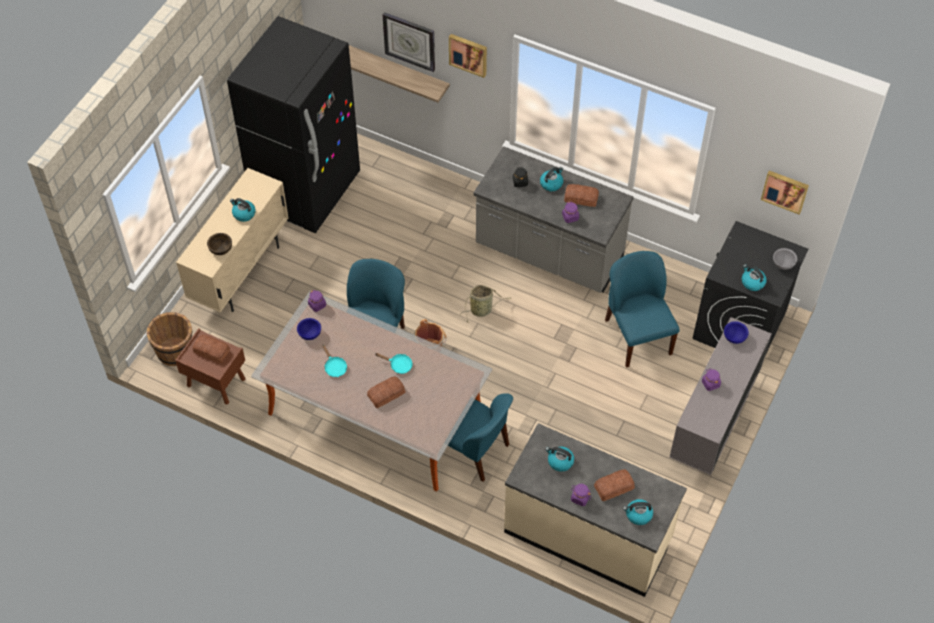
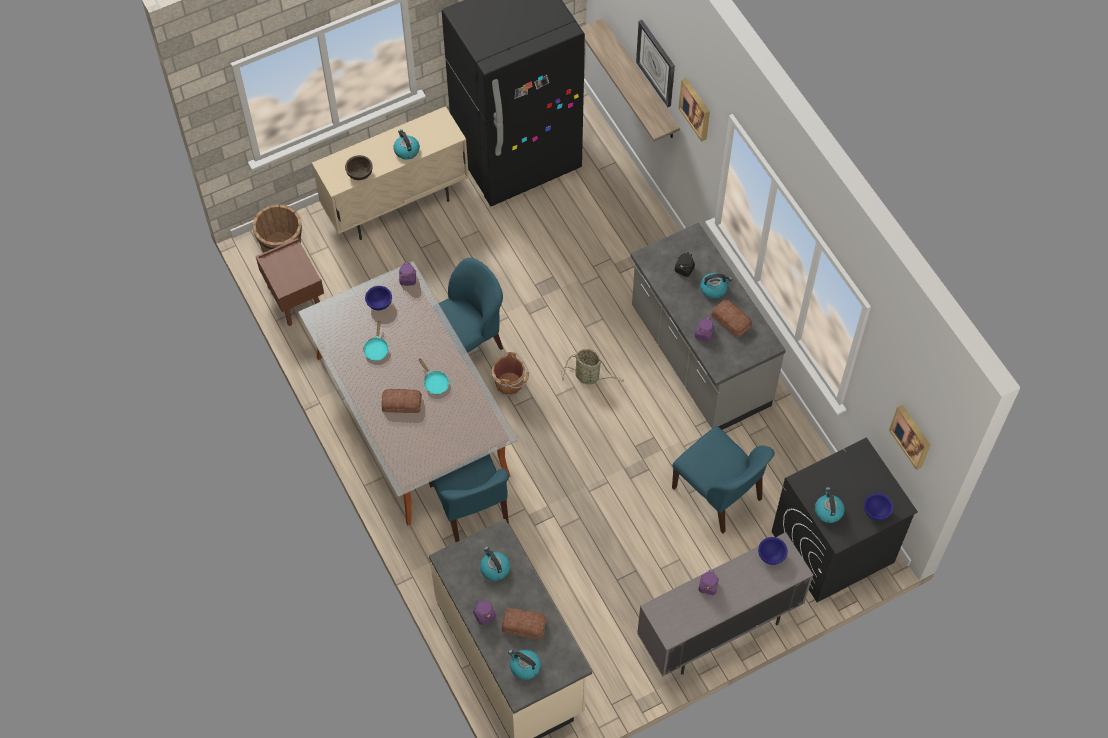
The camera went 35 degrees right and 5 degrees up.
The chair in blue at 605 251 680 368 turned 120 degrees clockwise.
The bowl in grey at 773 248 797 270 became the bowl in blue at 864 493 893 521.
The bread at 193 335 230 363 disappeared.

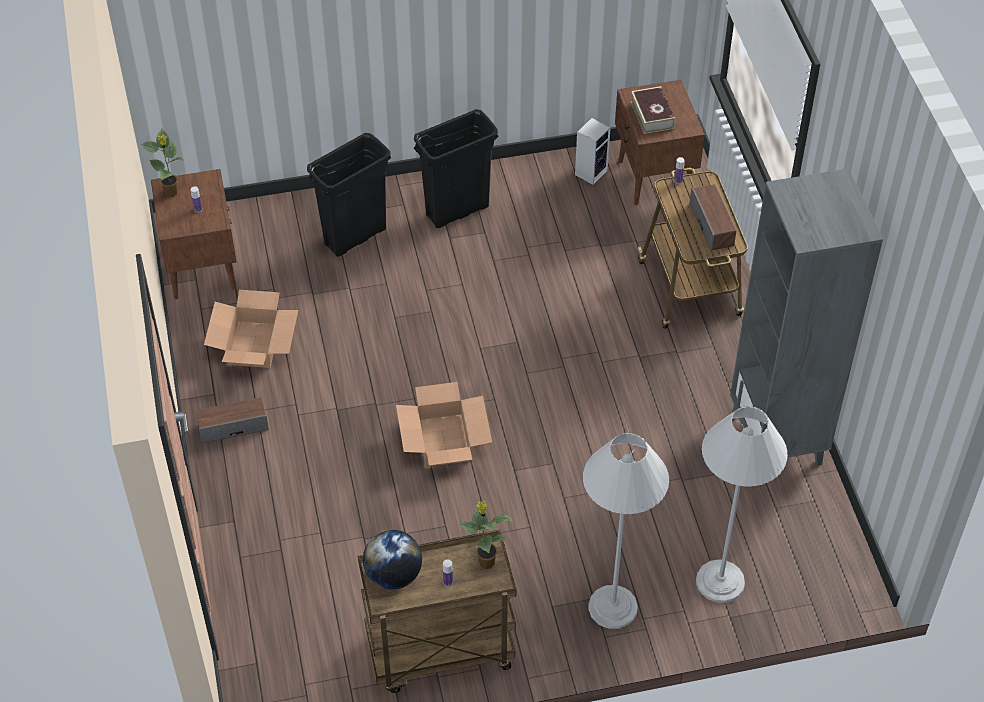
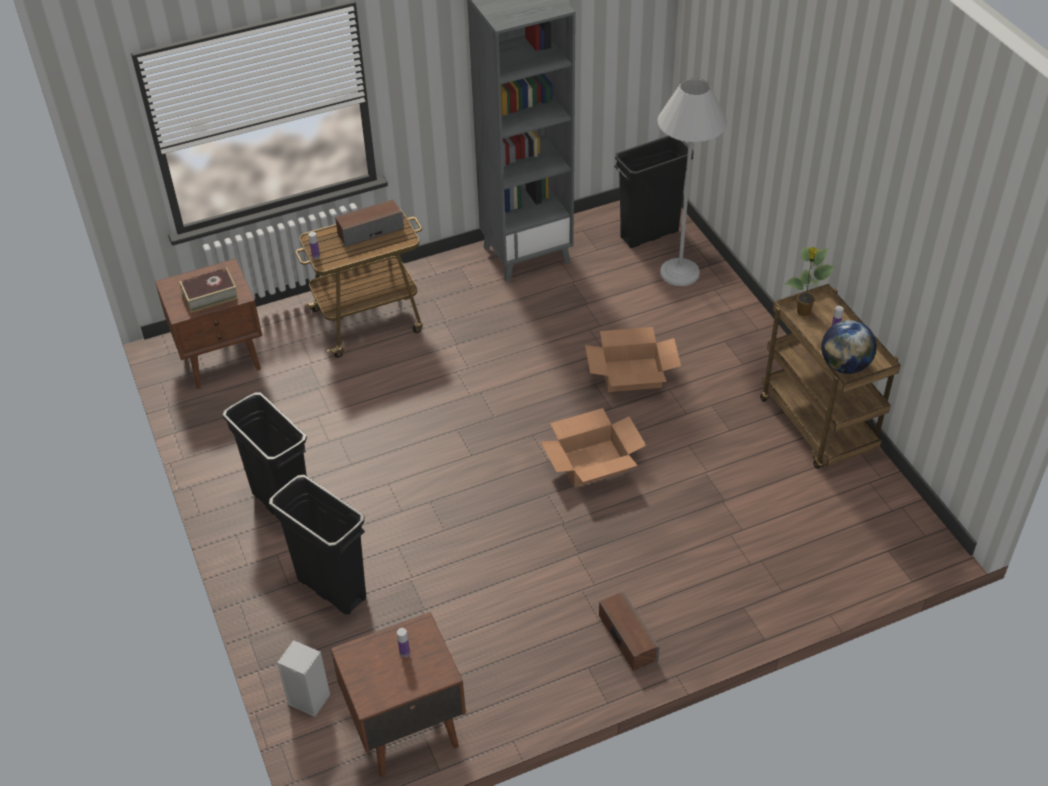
The camera went 100 degrees left and 5 degrees down.
The speaker moved from 575 118 611 185 to 277 640 330 717.
The cardboard box moved from 204 290 298 368 to 585 327 681 392.
The trash can in black at 614 136 694 248 appeared.
The potted plant at 141 129 184 197 disappeared.
The floor lamp in white at 583 433 669 629 disappeared.

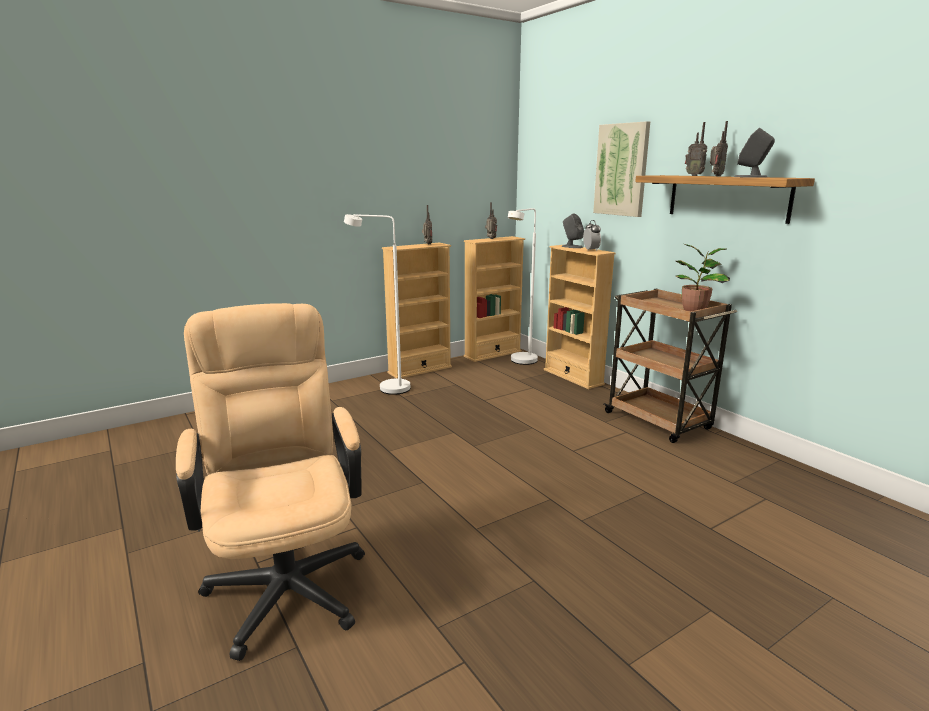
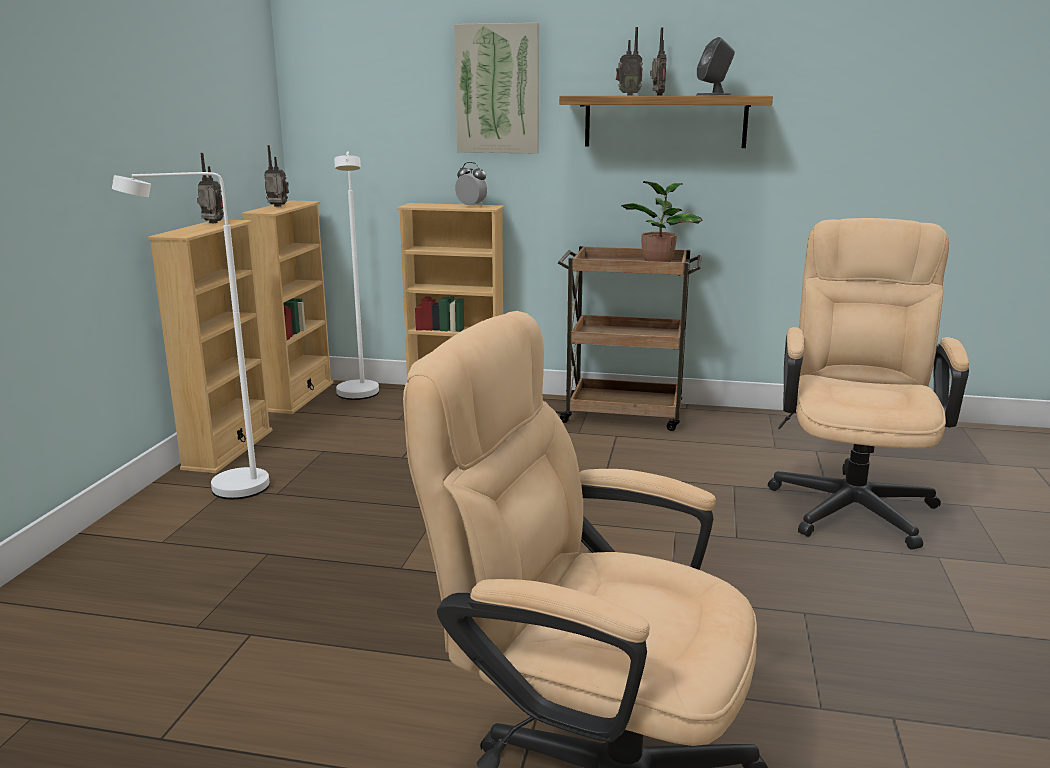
The camera went 45 degrees left and 0 degrees up.
The office chair in beige at 768 218 969 550 appeared.
The speaker in grey at 562 213 584 248 disappeared.

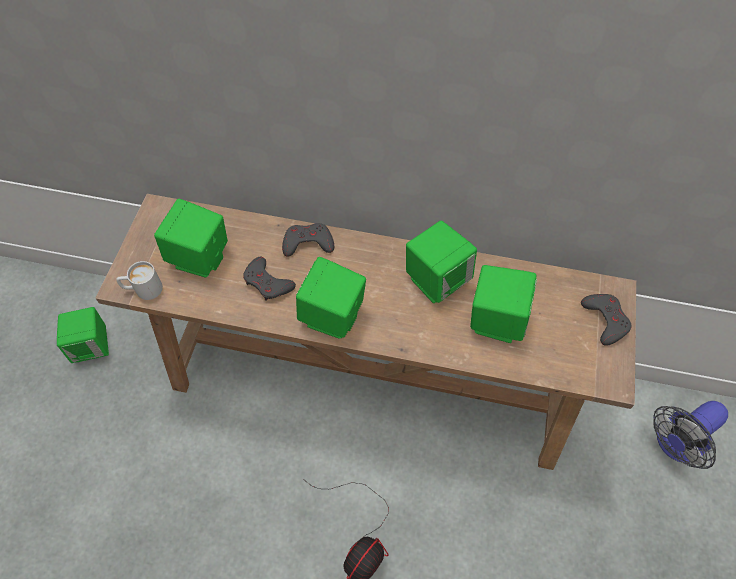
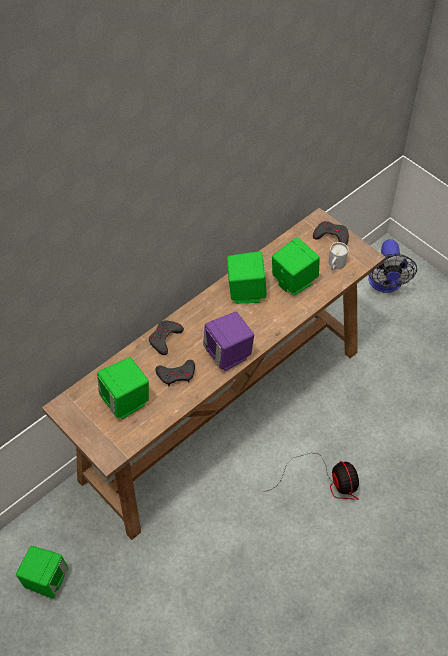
The camera went 55 degrees left and 5 degrees down.
The speaker in green at 296 257 366 339 became the speaker in purple at 203 312 254 371.
The mug in white moved from 116 261 163 300 to 328 242 348 270.

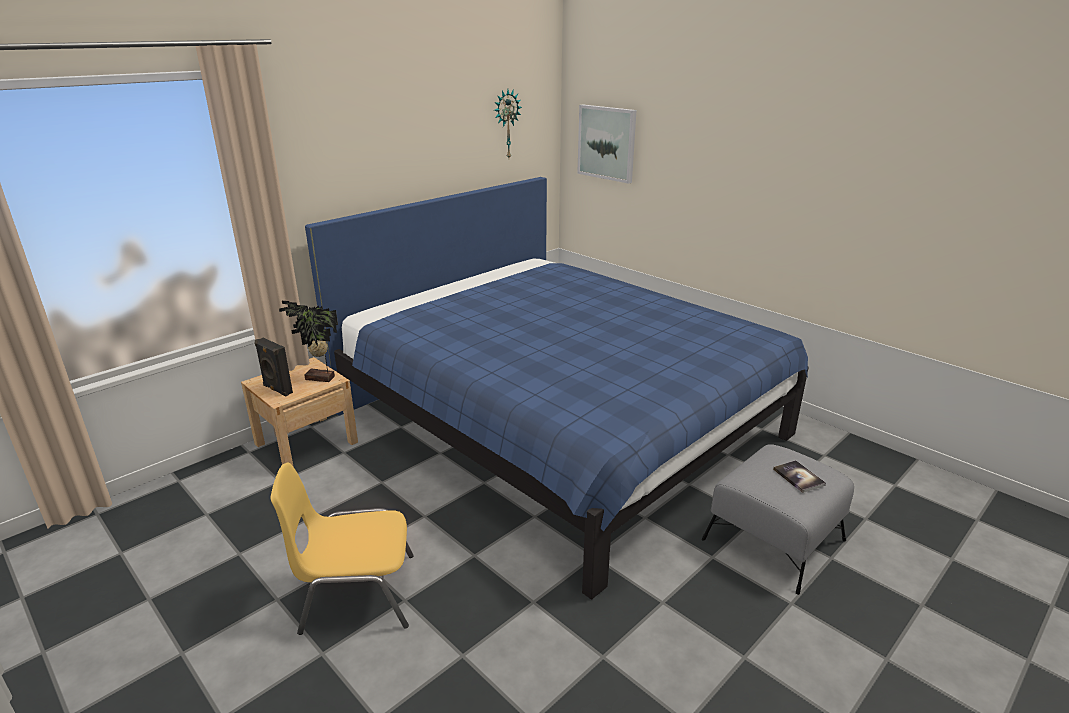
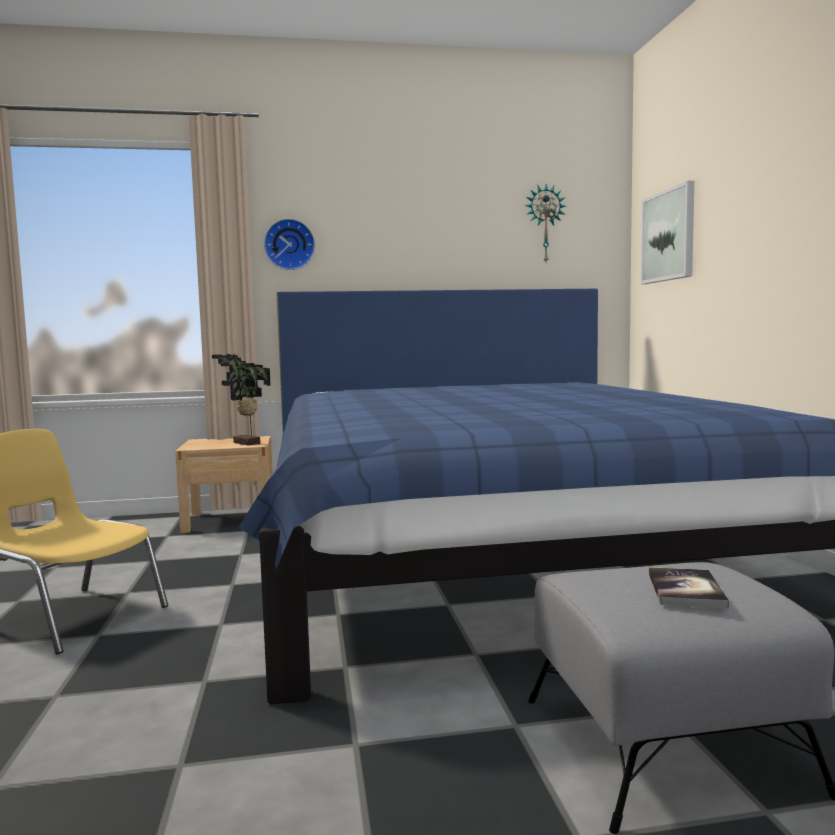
The camera went 35 degrees right and 20 degrees down.
The wall clock at 264 219 315 270 appeared.
The speaker in black at 255 338 293 397 disappeared.

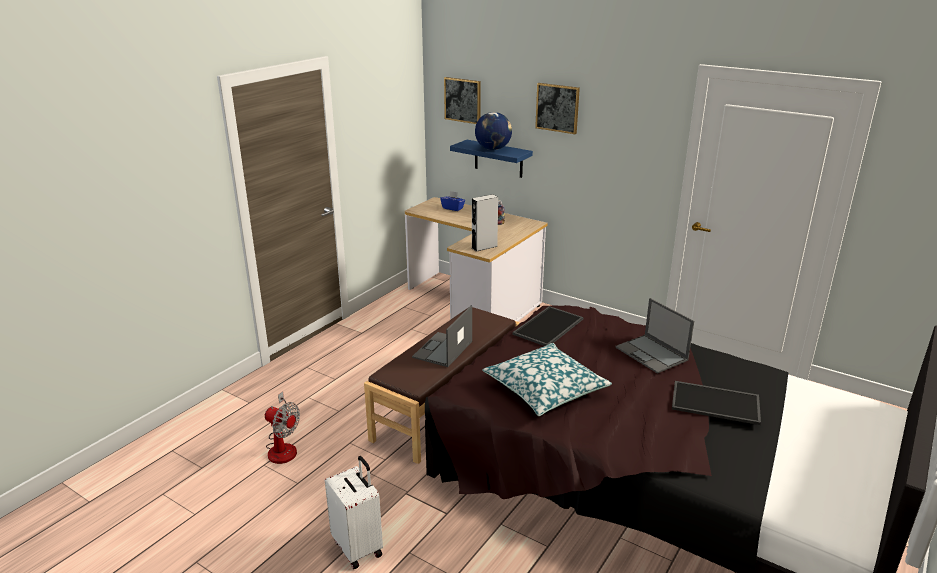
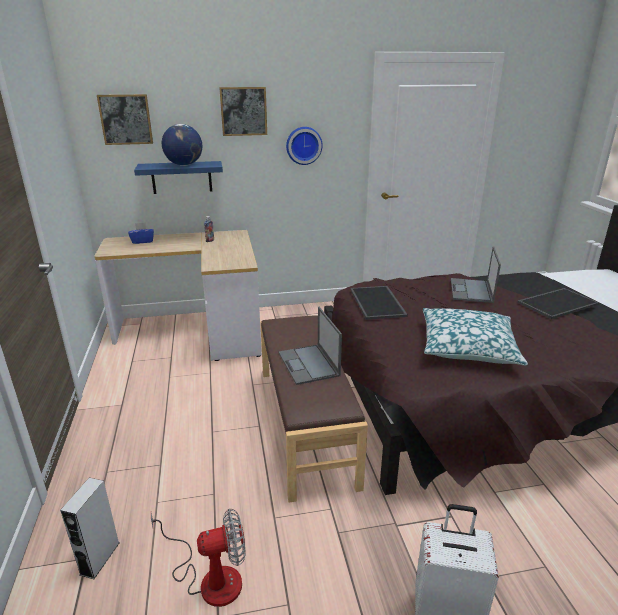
The camera went 45 degrees left and 0 degrees up.
The speaker in grey moved from 472 194 498 252 to 60 478 119 579.
The wall clock at 286 127 322 165 appeared.
The laptop at 615 298 694 374 turned 90 degrees clockwise.

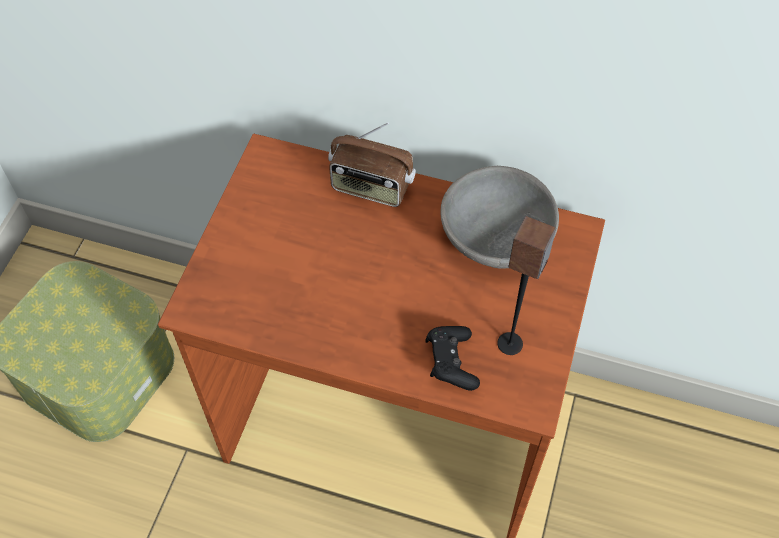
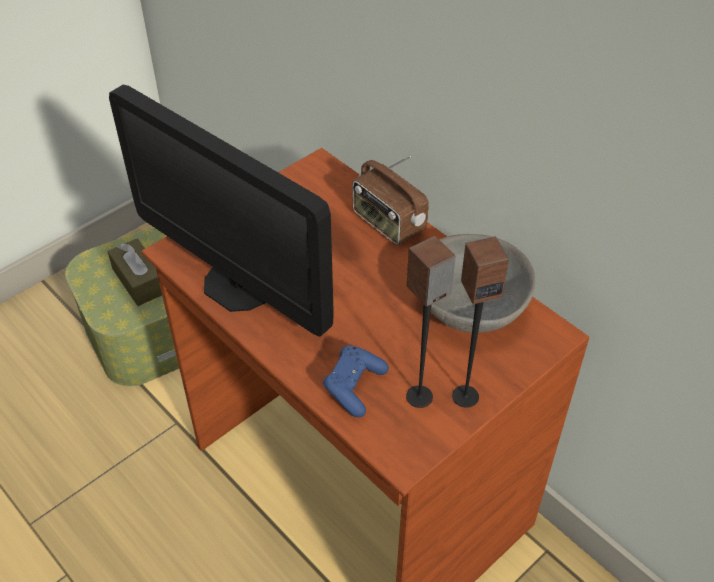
The camera went 30 degrees right and 10 degrees down.
The tissue box in brown at 107 239 162 306 appeared.
The monitor at 109 85 334 337 appeared.
The game controller in black at 425 326 480 391 became the game controller in blue at 323 345 389 417.
The speaker at 452 236 509 408 appeared.

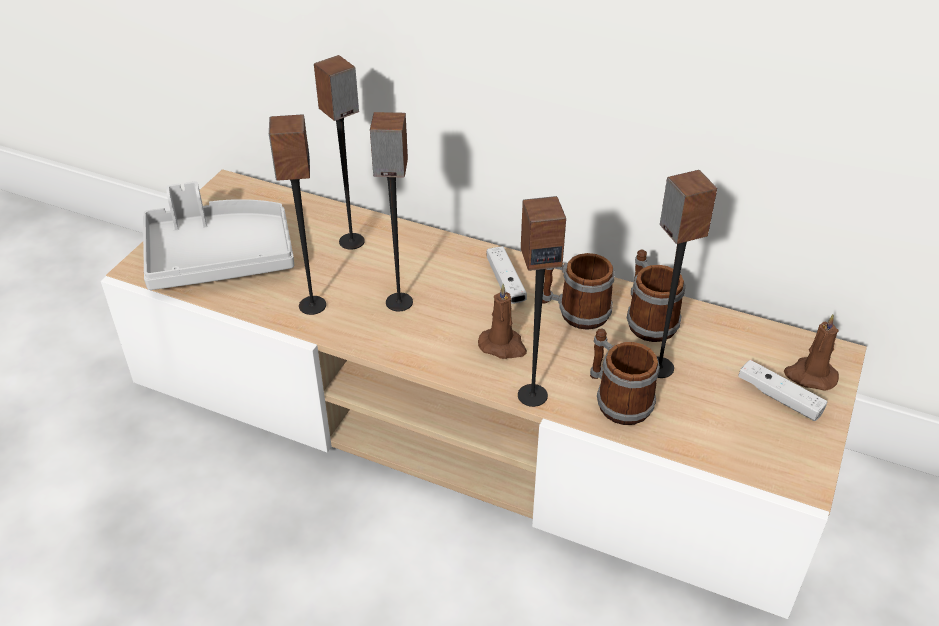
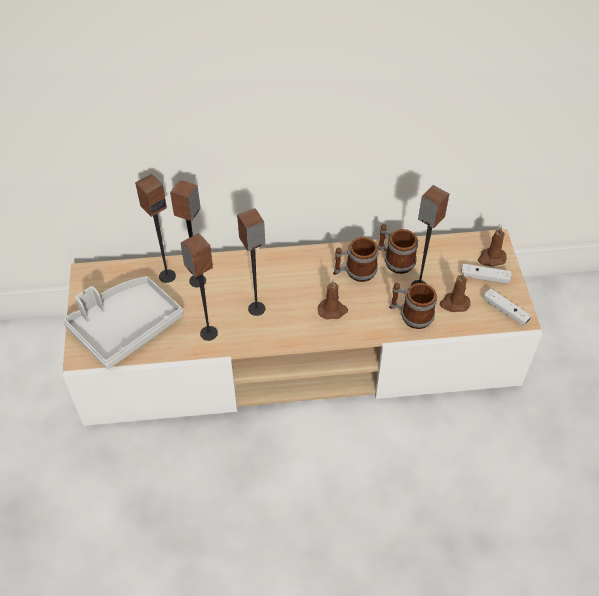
The camera went 30 degrees left and 10 degrees up.
The speaker moved from 518 196 566 407 to 135 174 176 283.
The candle in brown at 440 272 470 312 appeared.
The game controller in white moved from 487 246 527 304 to 483 288 531 326.

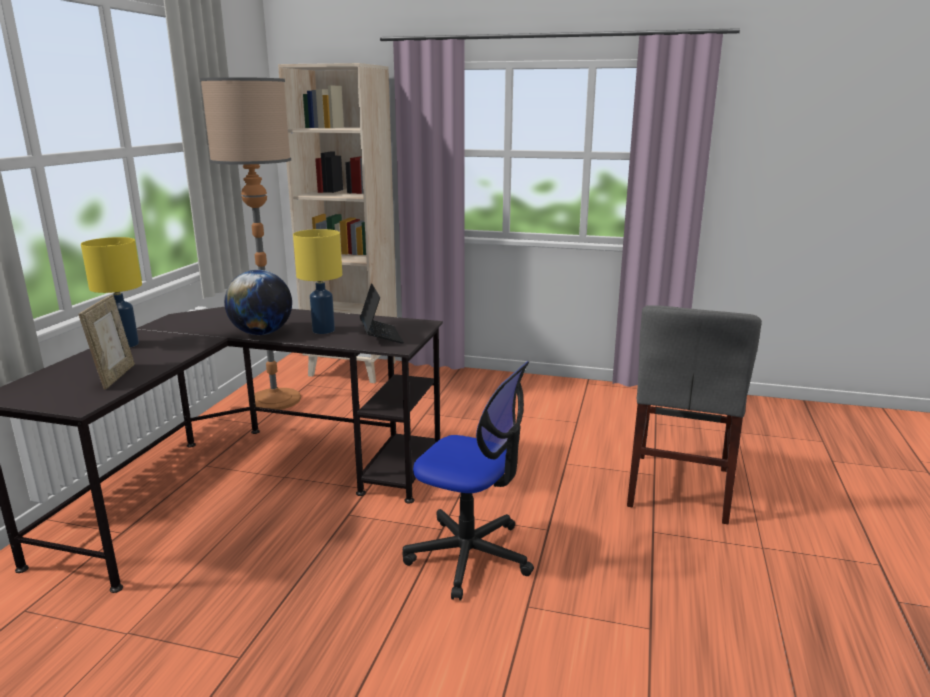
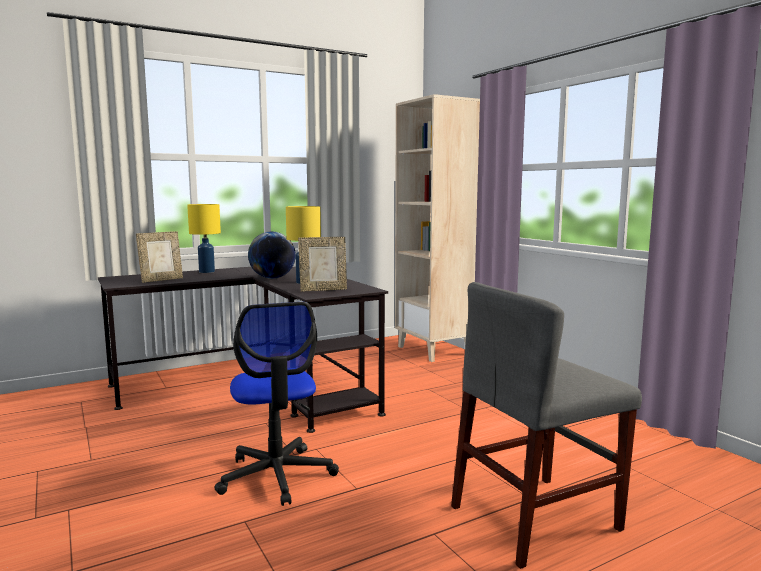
The camera went 45 degrees right and 10 degrees down.
The laptop at 360 283 404 344 was replaced by the picture frame at 298 237 347 292.
The floor lamp at 199 77 301 410 disappeared.

